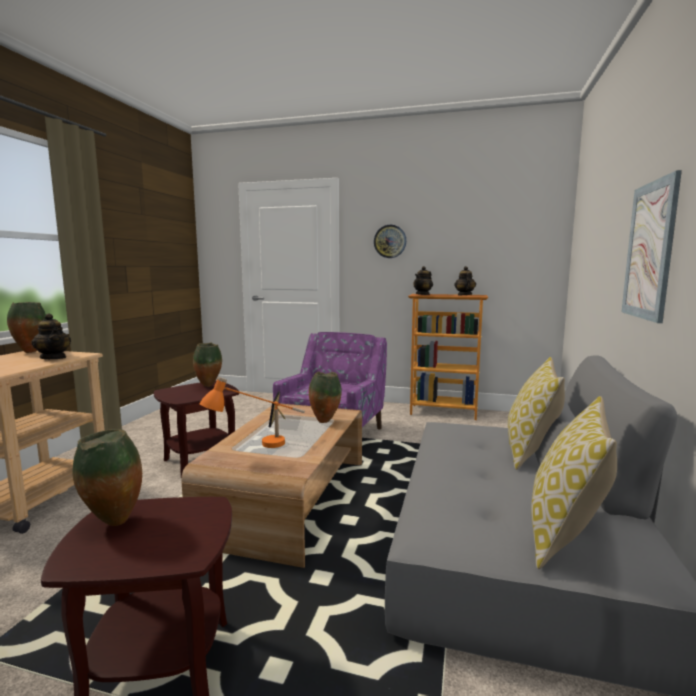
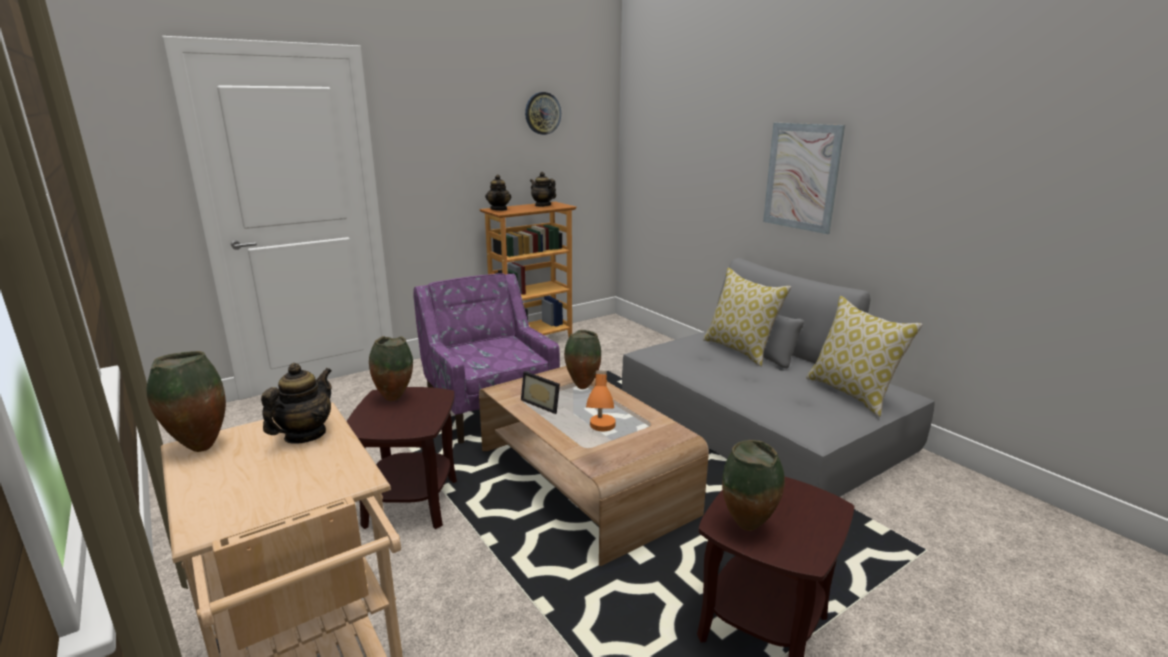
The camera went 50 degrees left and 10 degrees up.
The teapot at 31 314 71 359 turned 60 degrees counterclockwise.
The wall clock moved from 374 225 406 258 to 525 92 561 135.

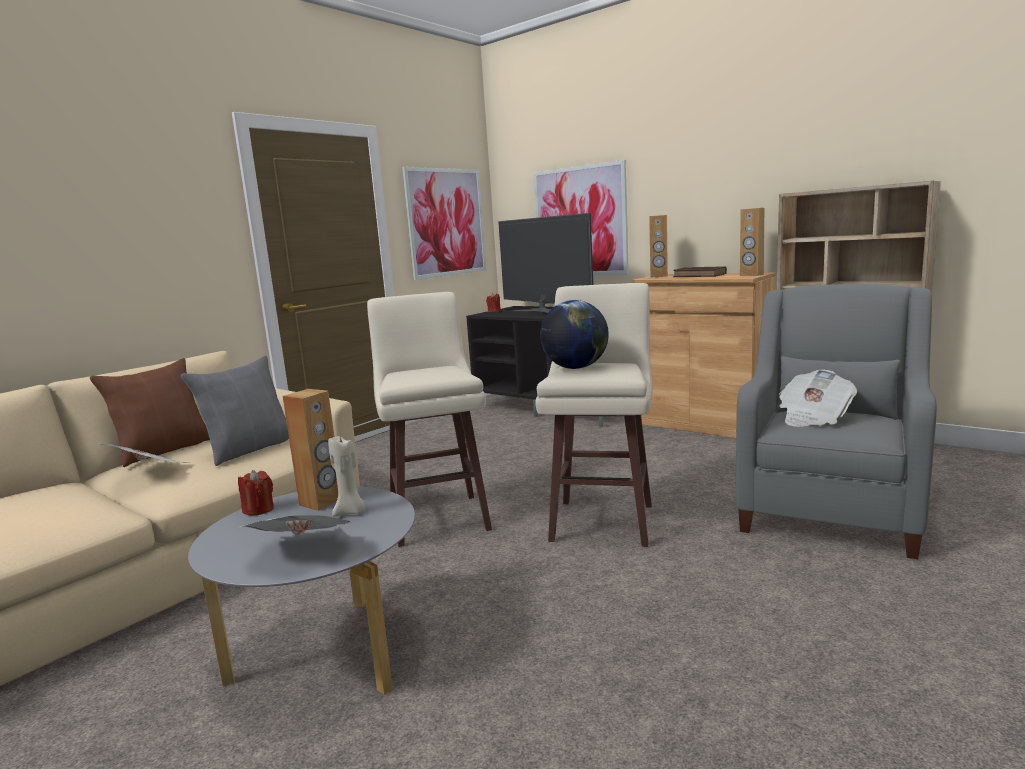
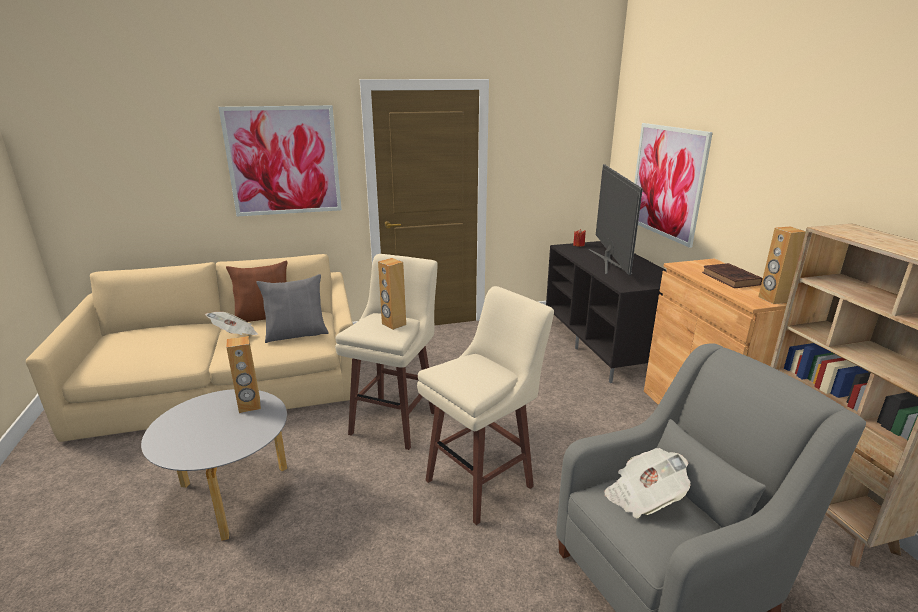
The camera went 35 degrees right and 10 degrees up.
The picture moved from 402 167 487 280 to 218 105 342 216.
The speaker in brown moved from 649 215 668 277 to 378 258 406 330.
The candle in red at 238 470 274 515 disappeared.
The newspaper at 239 515 350 535 disappeared.
The candle in beige at 328 436 365 517 disappeared.
The globe at 540 300 609 369 disappeared.

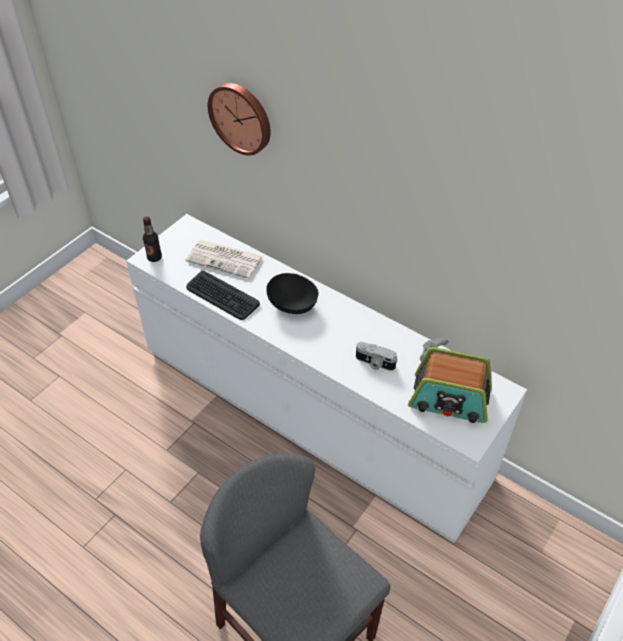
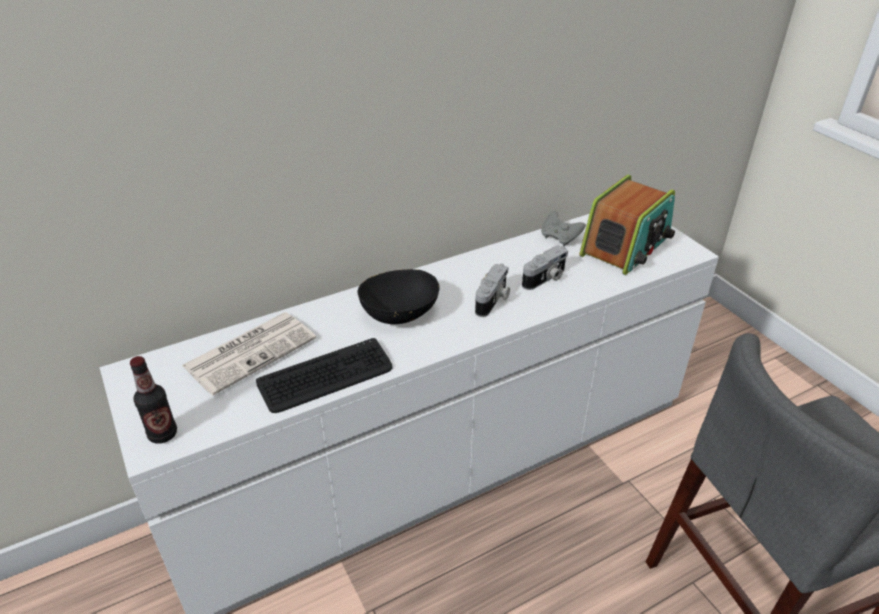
The camera went 65 degrees left and 10 degrees down.
The photo camera at 475 263 510 317 appeared.
The wall clock at 208 83 271 155 disappeared.

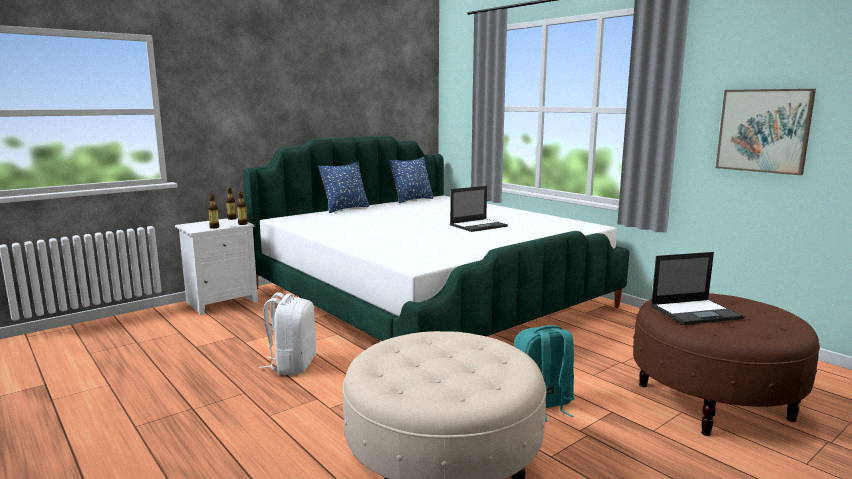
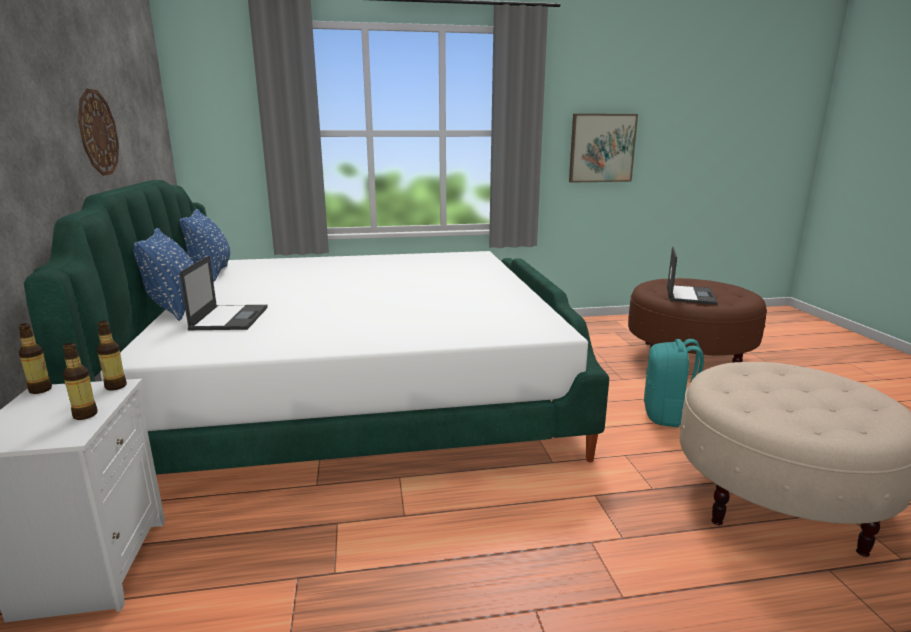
The camera went 60 degrees left and 5 degrees up.
The wall clock at 78 89 119 176 appeared.
The laptop moved from 450 186 508 232 to 180 255 268 330.
The backpack in white at 259 292 316 375 disappeared.

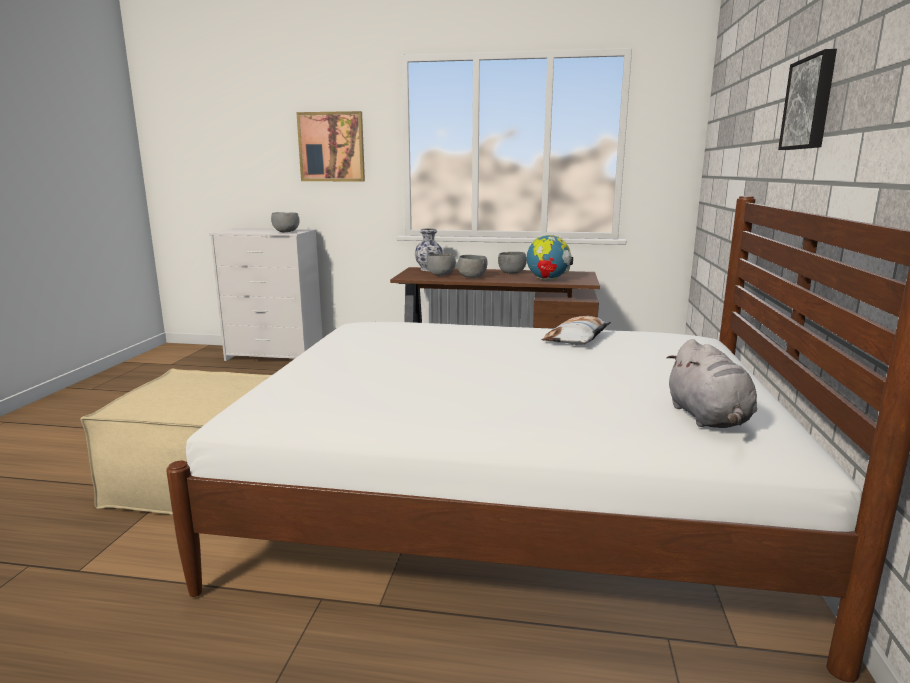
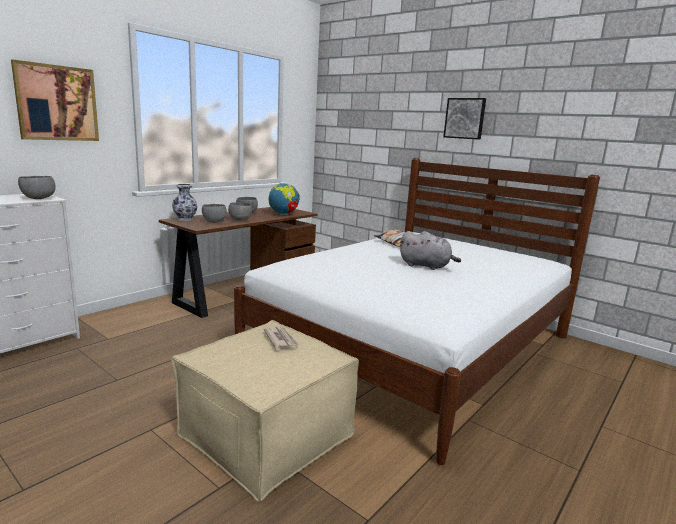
The camera went 60 degrees left and 0 degrees up.
The newspaper at 264 326 300 349 appeared.
The plush toy in grey moved from 667 339 757 428 to 399 231 461 270.

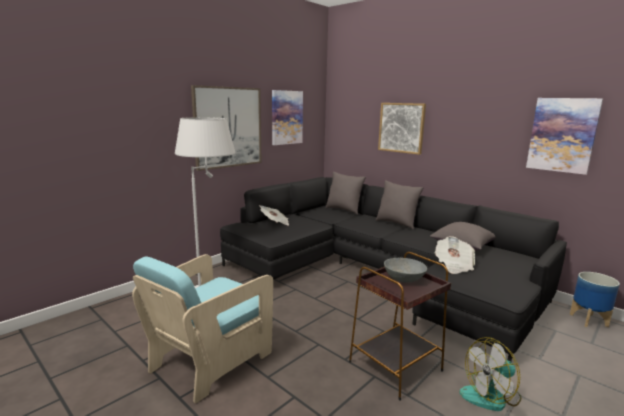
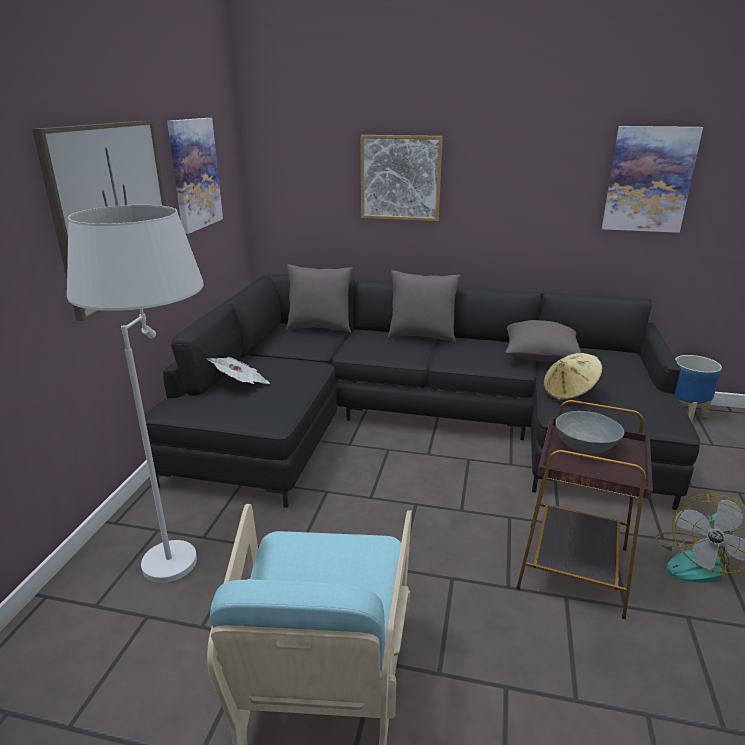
The camera went 30 degrees left and 10 degrees up.
The newspaper at 434 236 475 274 was replaced by the hat in beige at 543 353 603 402.

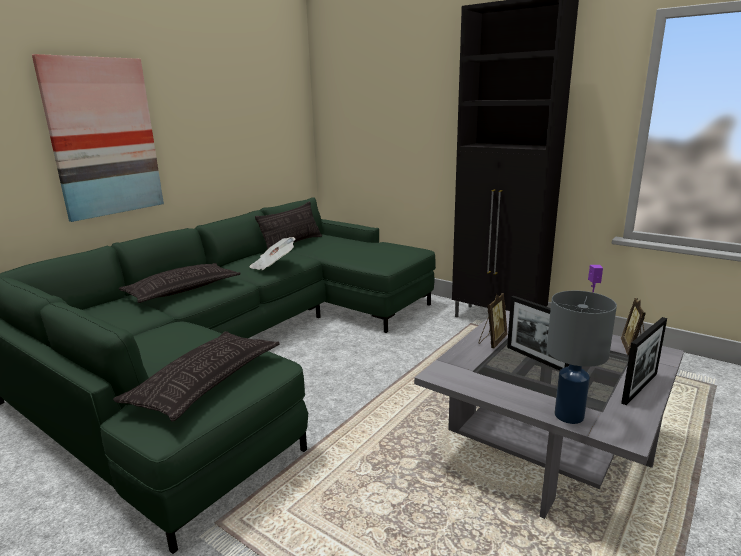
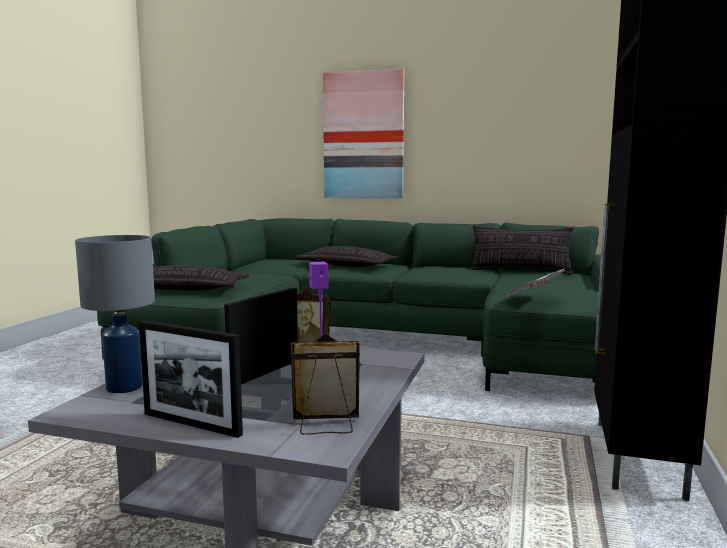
The camera went 70 degrees right and 10 degrees down.
The newspaper moved from 250 237 296 270 to 501 268 566 298.

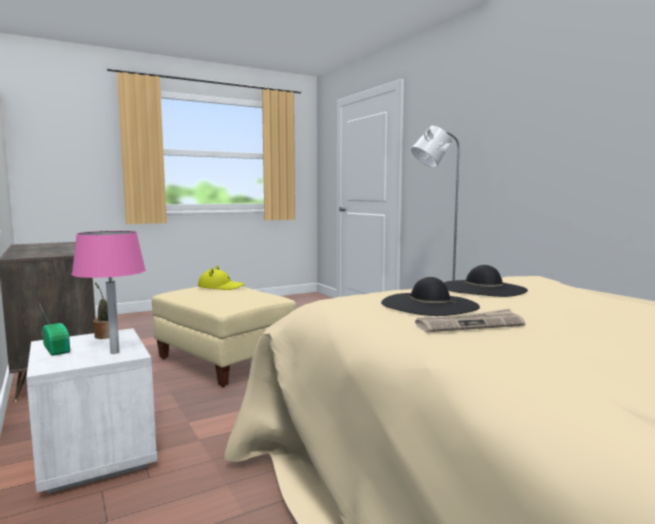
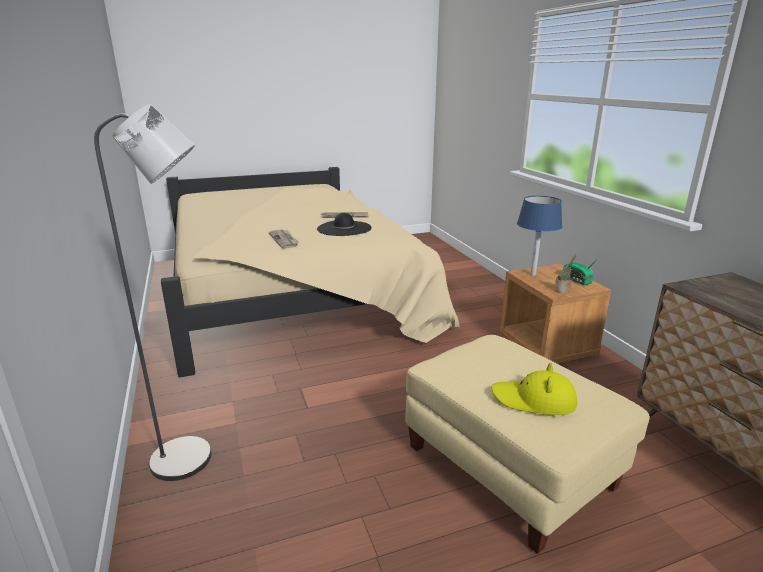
The camera went 170 degrees left and 15 degrees up.
The hat in black at 444 265 528 297 was replaced by the newspaper at 269 230 298 249.
The nightstand in white at 26 328 157 494 became the nightstand in brown at 500 264 611 364.
The table lamp in pink at 71 231 146 354 became the table lamp in blue at 517 196 562 276.

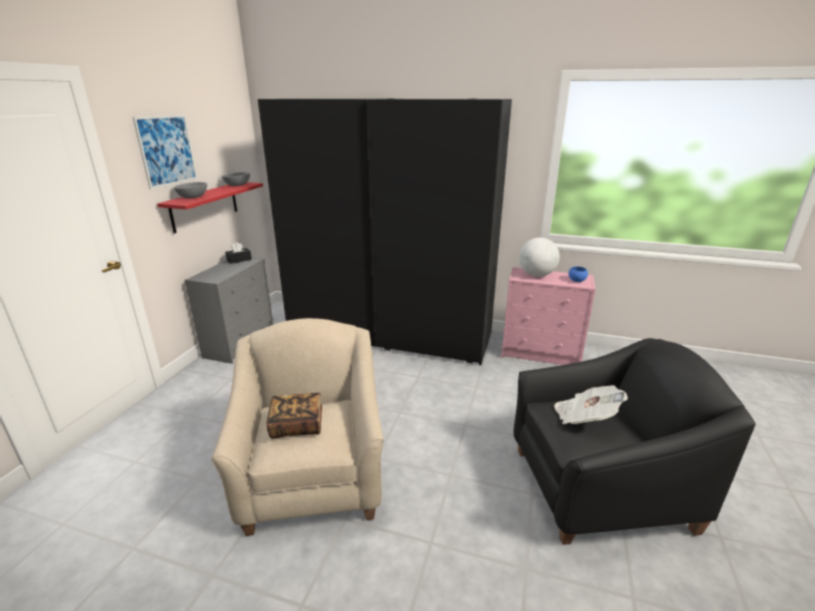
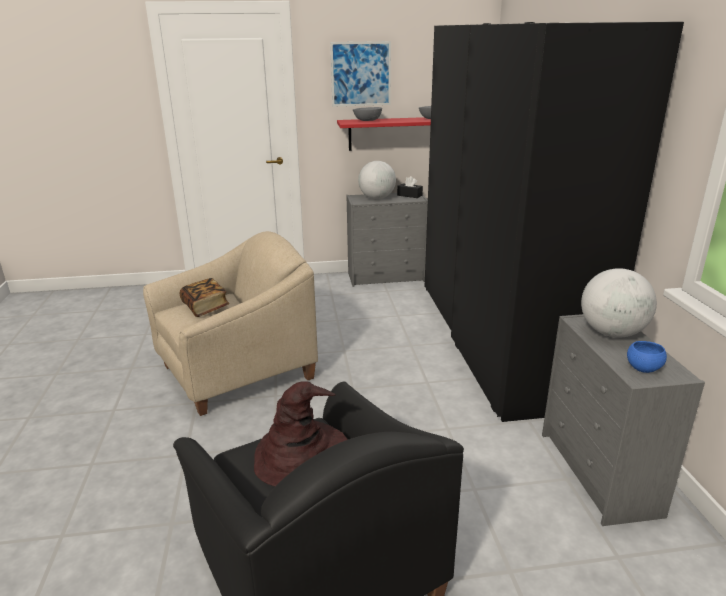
The camera went 65 degrees right and 0 degrees up.
The newspaper at 554 385 628 424 was replaced by the hat in brown at 254 381 348 486.
The globe at 358 161 396 199 appeared.
The dresser in pink at 501 267 596 365 became the dresser in grey at 542 314 705 526.

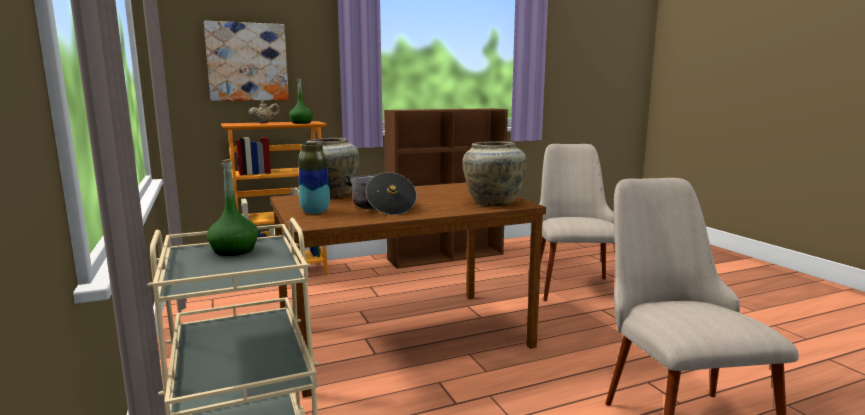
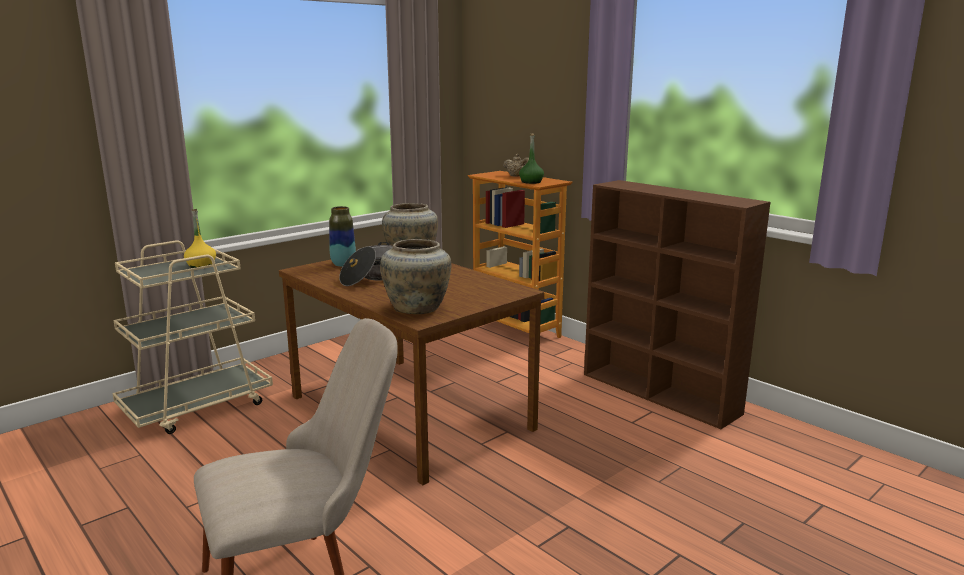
The camera went 70 degrees right and 5 degrees up.
The bottle in green at 207 159 259 256 became the bottle in yellow at 184 209 216 268.
The picture at 204 21 289 101 disappeared.
The chair in beige at 540 144 615 301 disappeared.

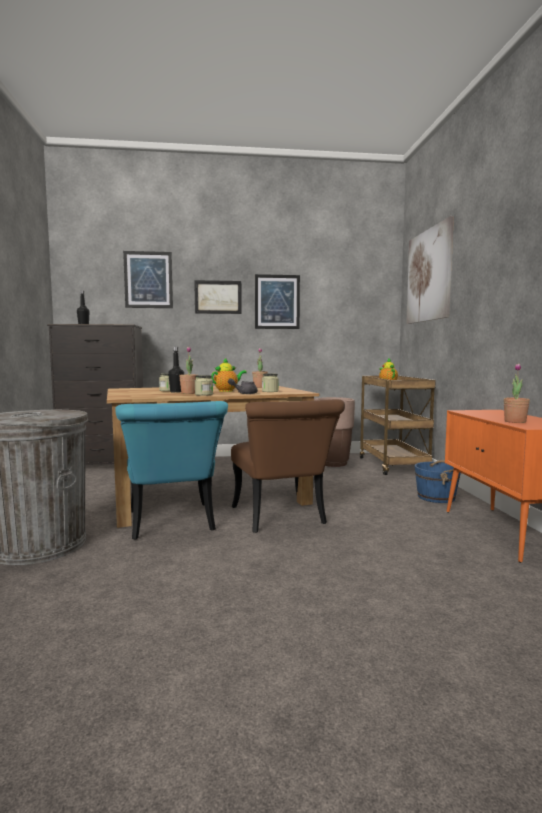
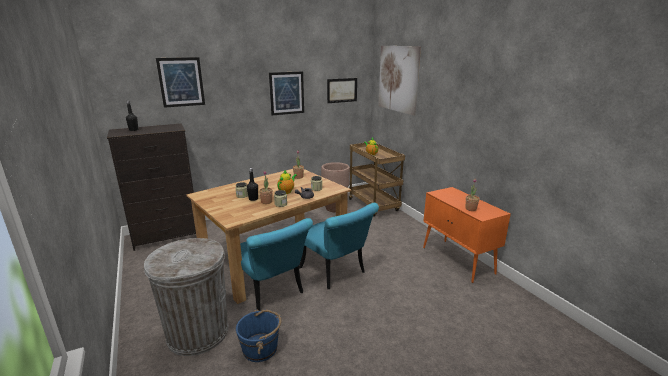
The camera went 20 degrees left and 15 degrees up.
The bucket in blue moved from 415 460 461 503 to 236 309 282 362.
The chair in brown at 231 399 345 533 became the chair in turquoise at 299 203 379 289.
The picture moved from 194 280 242 314 to 327 78 357 103.

